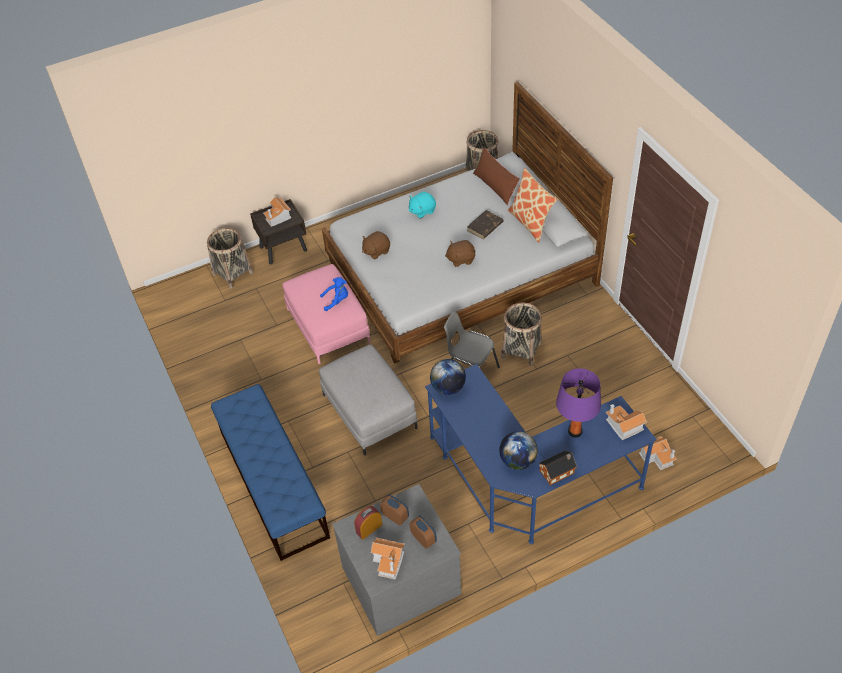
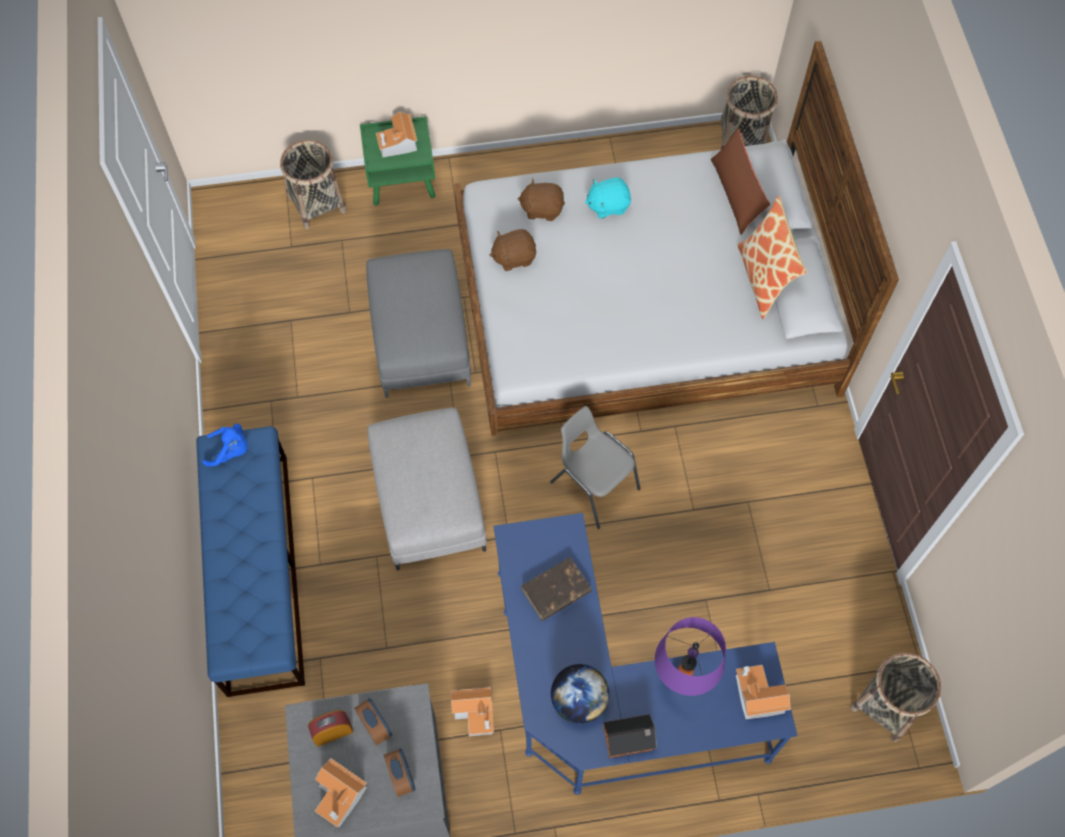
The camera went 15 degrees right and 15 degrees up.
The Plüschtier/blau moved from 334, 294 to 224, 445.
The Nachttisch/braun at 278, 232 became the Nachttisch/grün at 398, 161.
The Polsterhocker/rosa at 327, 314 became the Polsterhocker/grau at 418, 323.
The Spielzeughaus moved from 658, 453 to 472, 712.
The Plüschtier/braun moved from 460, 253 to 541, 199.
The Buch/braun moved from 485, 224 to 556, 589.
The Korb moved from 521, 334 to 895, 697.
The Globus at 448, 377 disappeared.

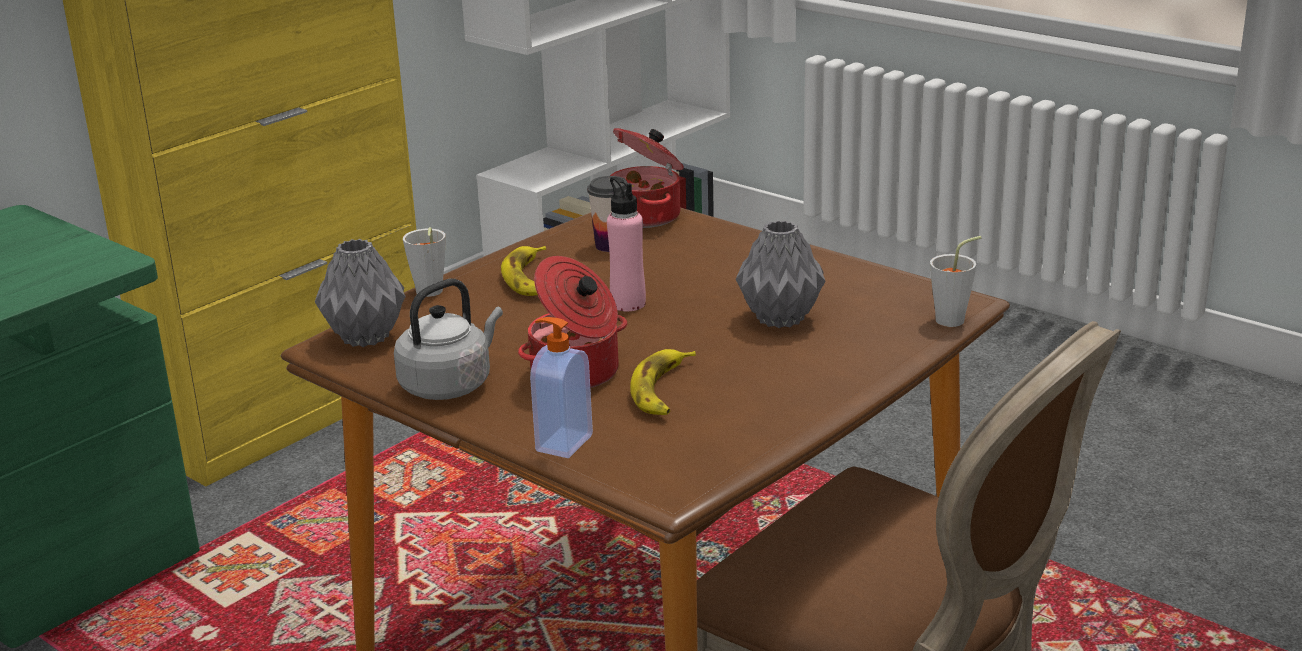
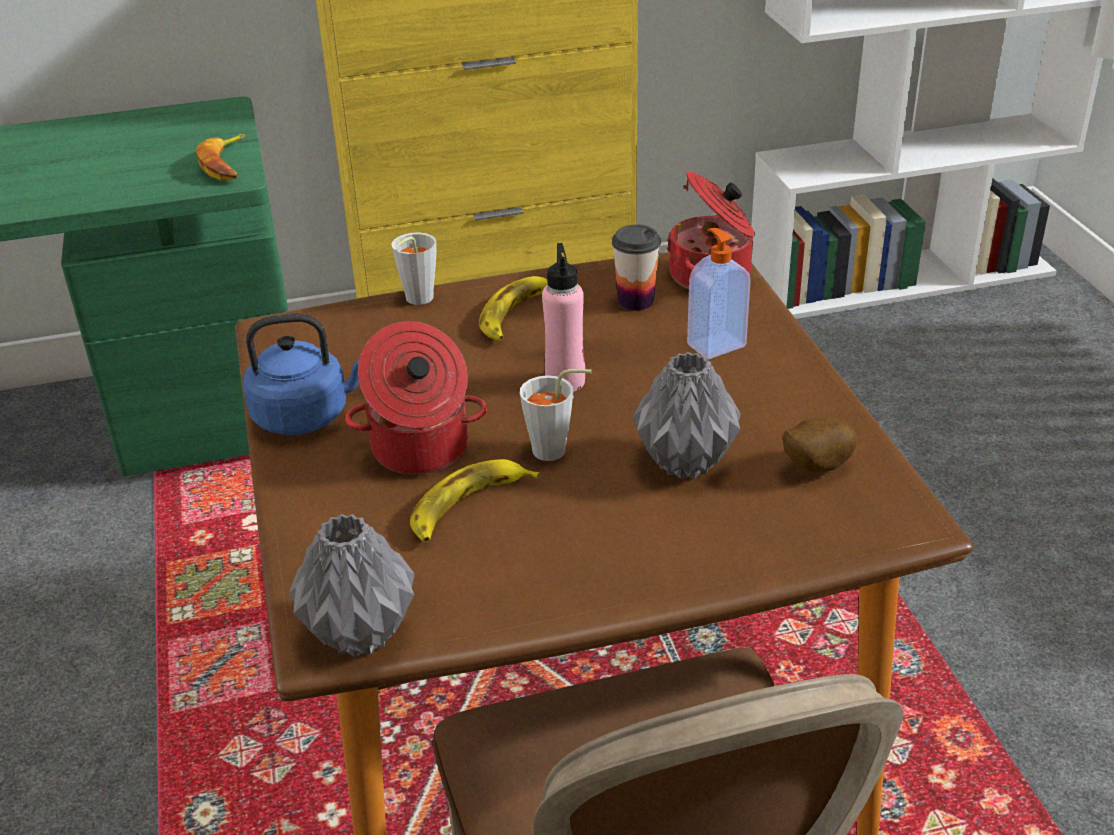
The camera went 35 degrees right and 10 degrees up.
The Banane at 220, 157 appeared.
The Wasserkessel/grau at 448, 339 became the Wasserkessel/blau at 301, 374.
The Vase/grau moved from 360, 293 to 352, 585.
The Tasse/grau moved from 956, 281 to 556, 415.
The Seifenspender moved from 561, 387 to 719, 294.
The Kartoffel at 820, 445 appeared.

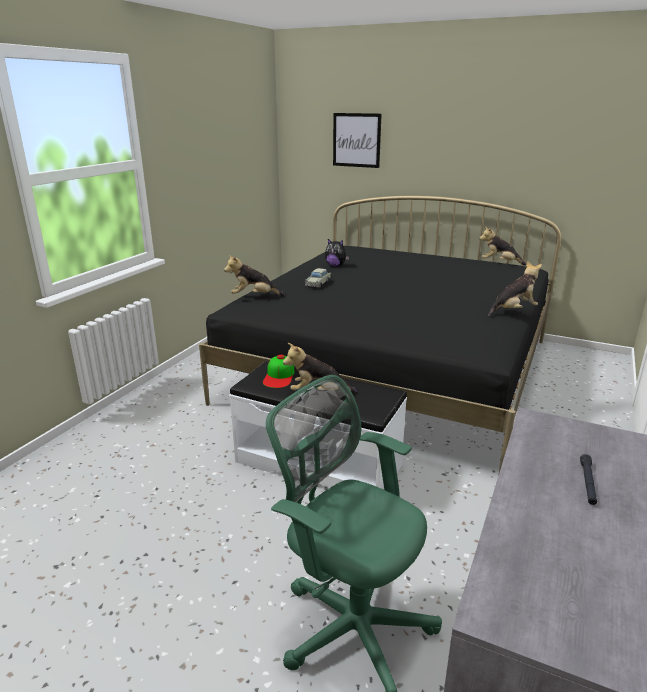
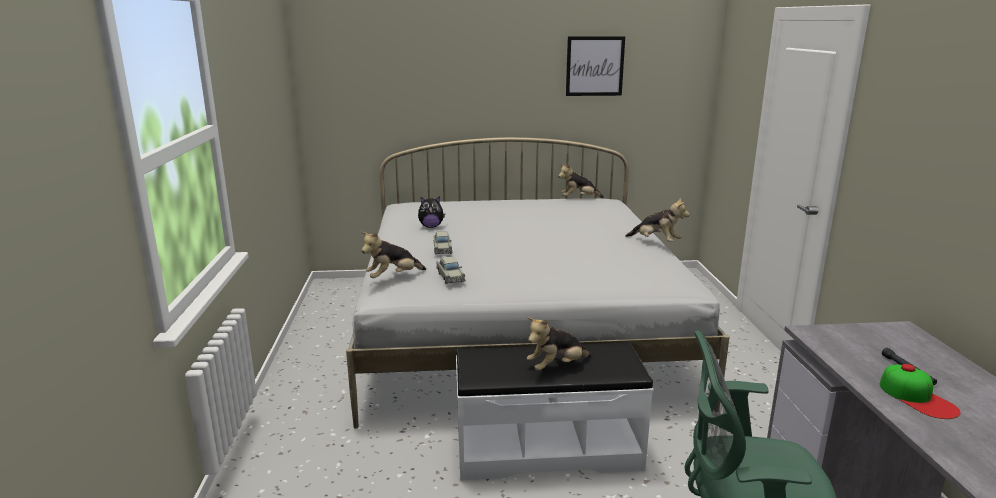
The camera went 30 degrees left and 5 degrees down.
The Bett/schwarz at 380, 334 became the Bett/weiß at 538, 283.
The Spielzeugauto/beige at 451, 270 appeared.
The Bild moved from 357, 140 to 595, 66.
The Plüschtier at 515, 288 turned 90 degrees clockwise.
The Kappe moved from 278, 371 to 920, 391.

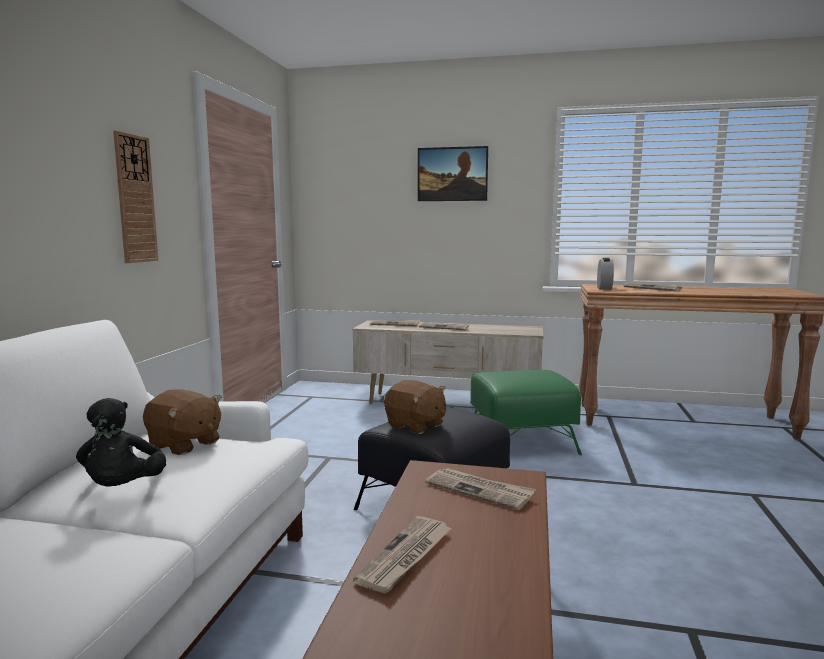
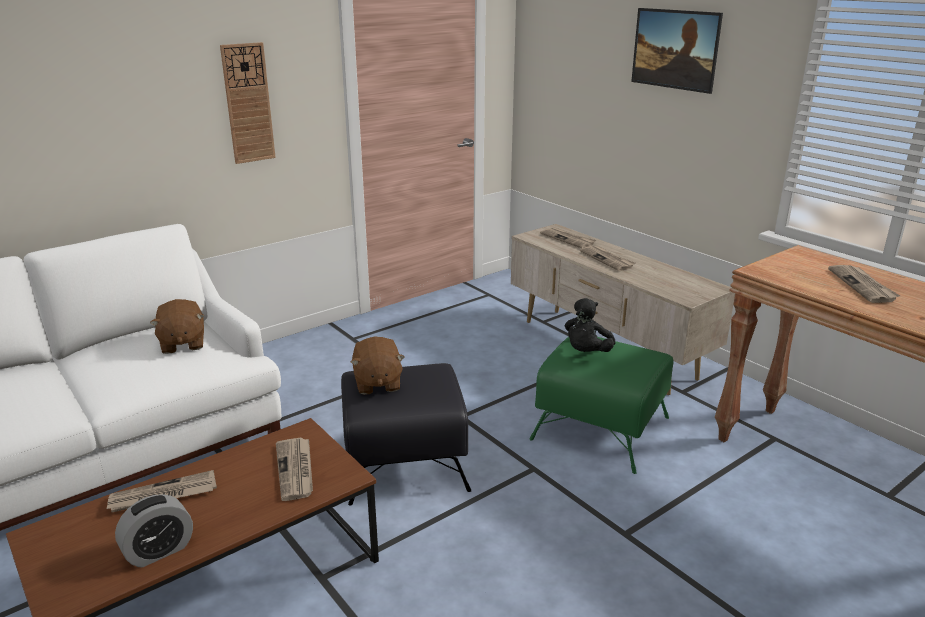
The camera went 40 degrees right and 15 degrees up.
The Wecker moved from 605, 274 to 154, 531.
The Plüschtier/schwarz moved from 121, 442 to 590, 325.

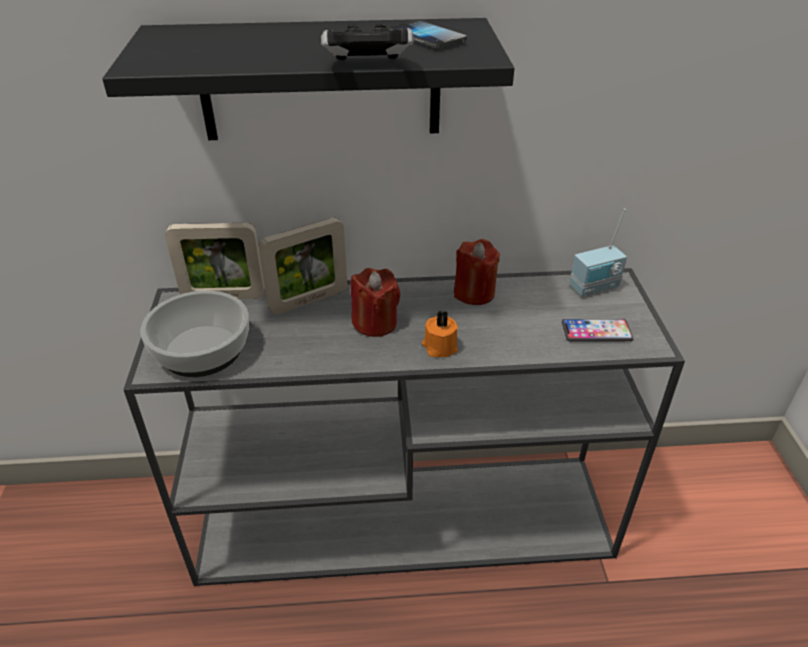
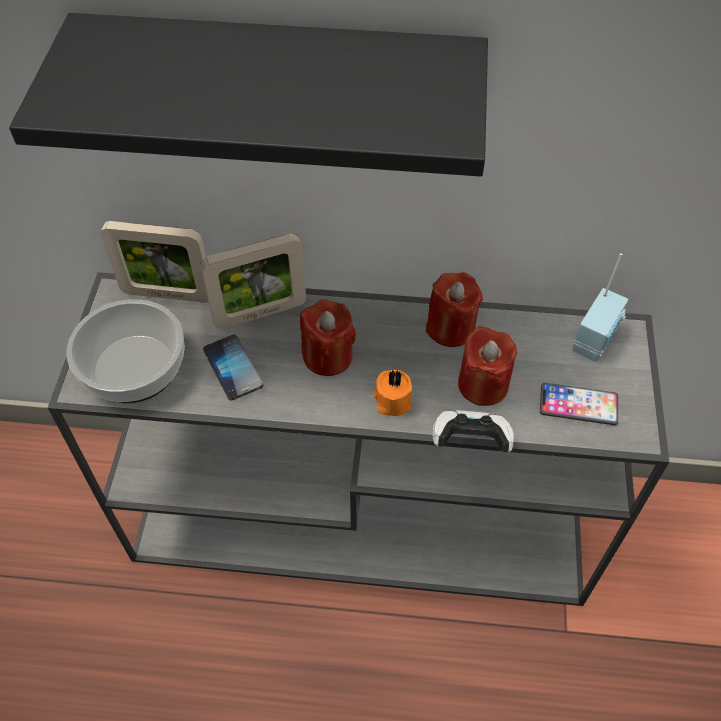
The camera went 10 degrees right and 15 degrees up.
The Handy moved from 428, 34 to 233, 368.
The Gamepad moved from 367, 42 to 473, 431.
The Kerze/rot at 487, 366 appeared.
The Radio at 598, 252 turned 45 degrees counterclockwise.

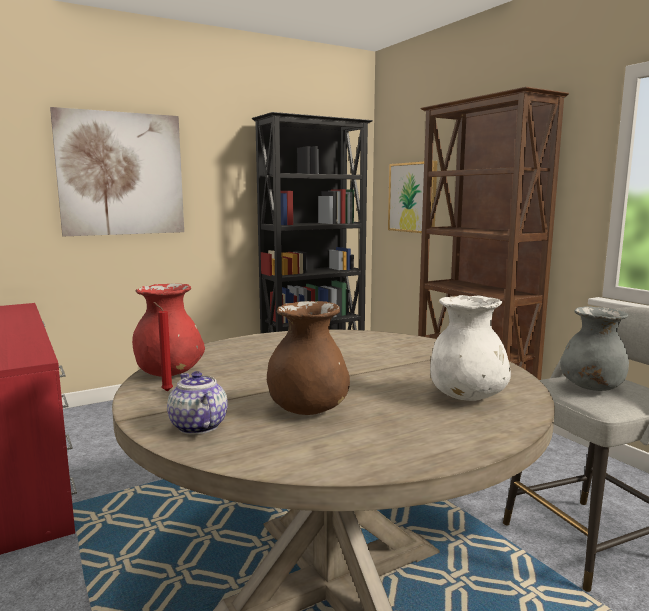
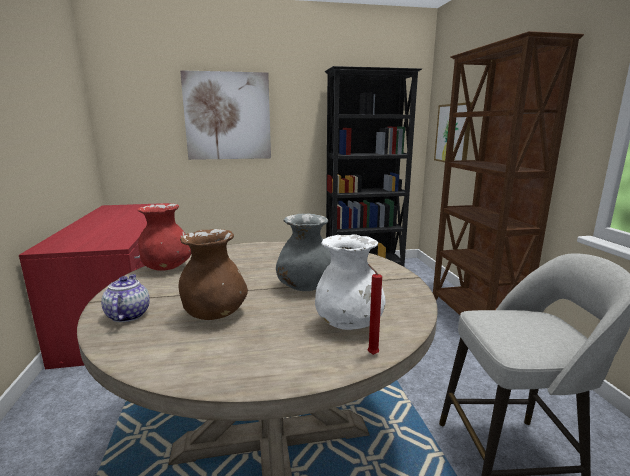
The camera went 20 degrees right and 5 degrees up.
The Vase/grau moved from 594, 348 to 303, 252.
The Kerze/rot moved from 163, 347 to 375, 309.

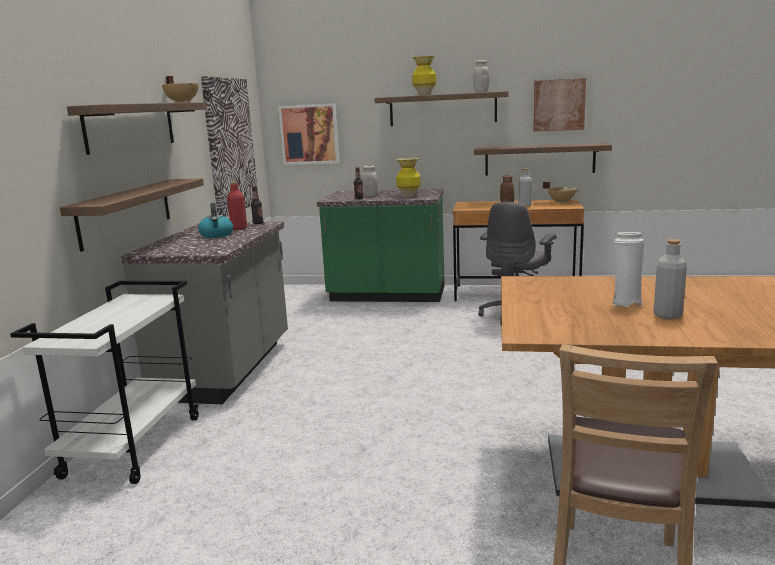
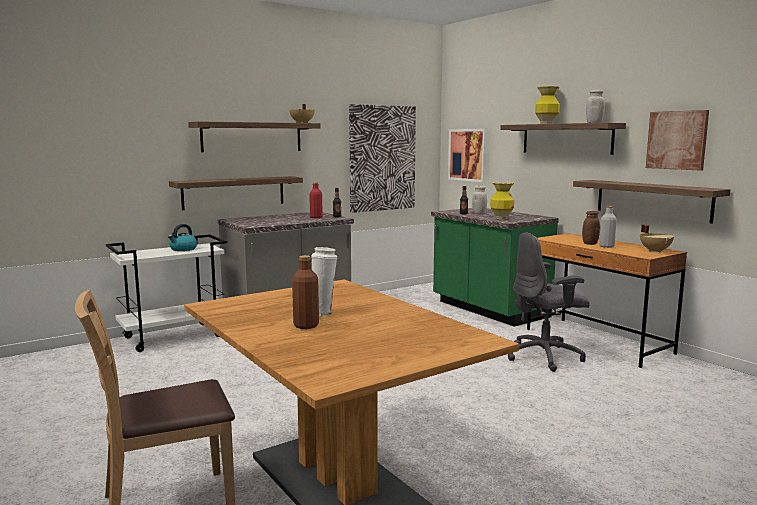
The camera went 45 degrees right and 5 degrees down.
The Wasserkessel moved from 215, 220 to 182, 237.
The Flasche/grau at 670, 279 became the Flasche/braun at 305, 292.

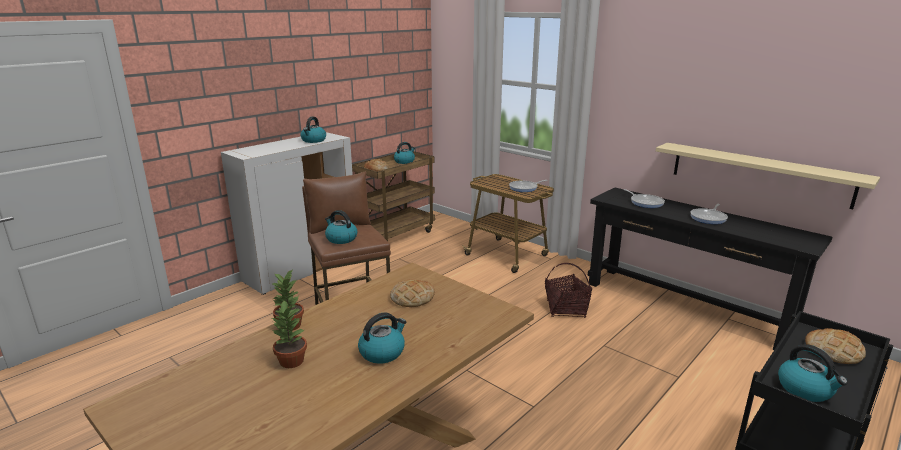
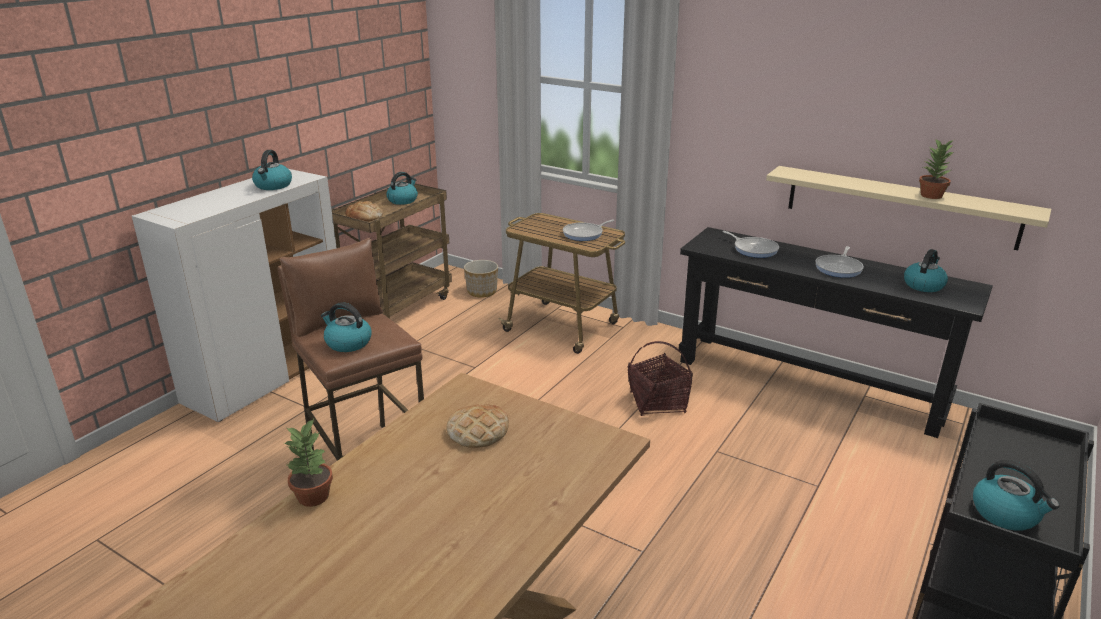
The camera went 10 degrees left and 5 degrees up.
The Pflanzkübel at 481, 279 appeared.
The Wasserkessel moved from 382, 338 to 926, 270.
The Topfpflanze moved from 289, 334 to 936, 169.
The Brot at 835, 346 disappeared.

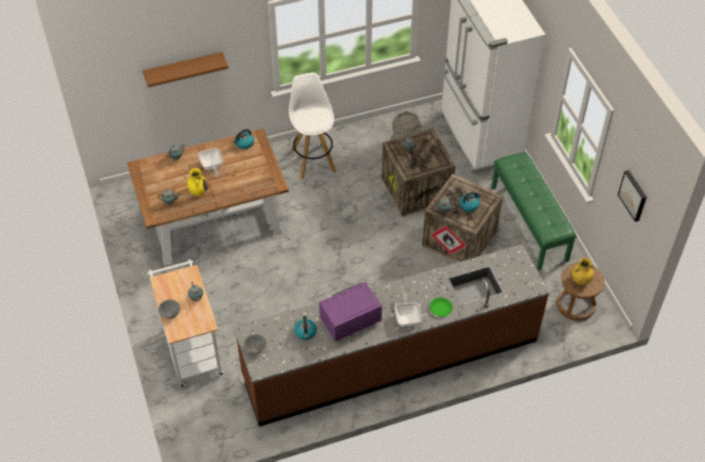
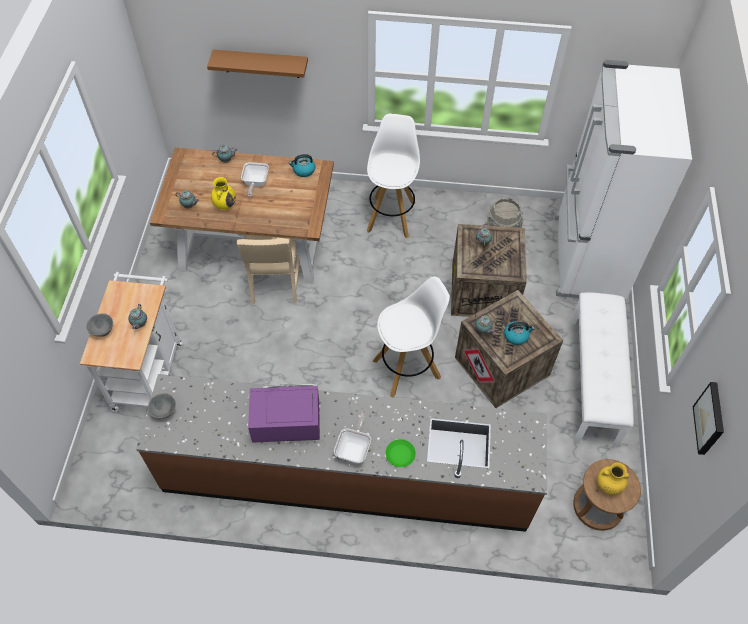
The camera went 25 degrees right and 5 degrees up.
The Stuhl/beige at 268, 269 appeared.
The Hocker/weiß at 411, 337 appeared.
The Bank/grün at 534, 211 became the Bank/weiß at 602, 369.
The Wasserkessel at 305, 328 disappeared.

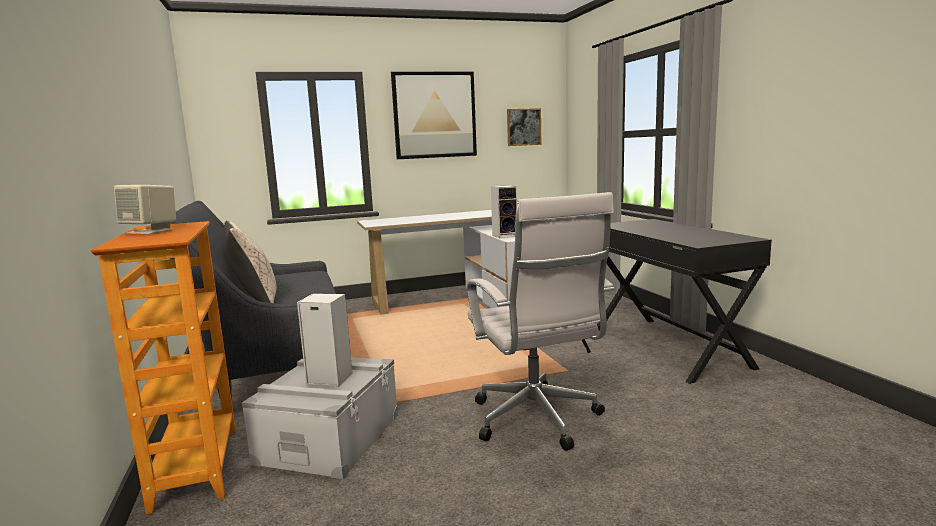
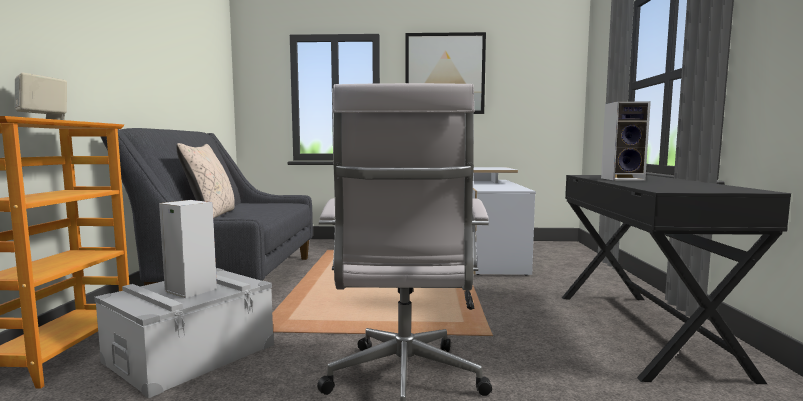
The camera went 20 degrees right and 5 degrees down.
The Lautsprecher moved from 504, 211 to 626, 141.
The Bild at 524, 127 disappeared.

